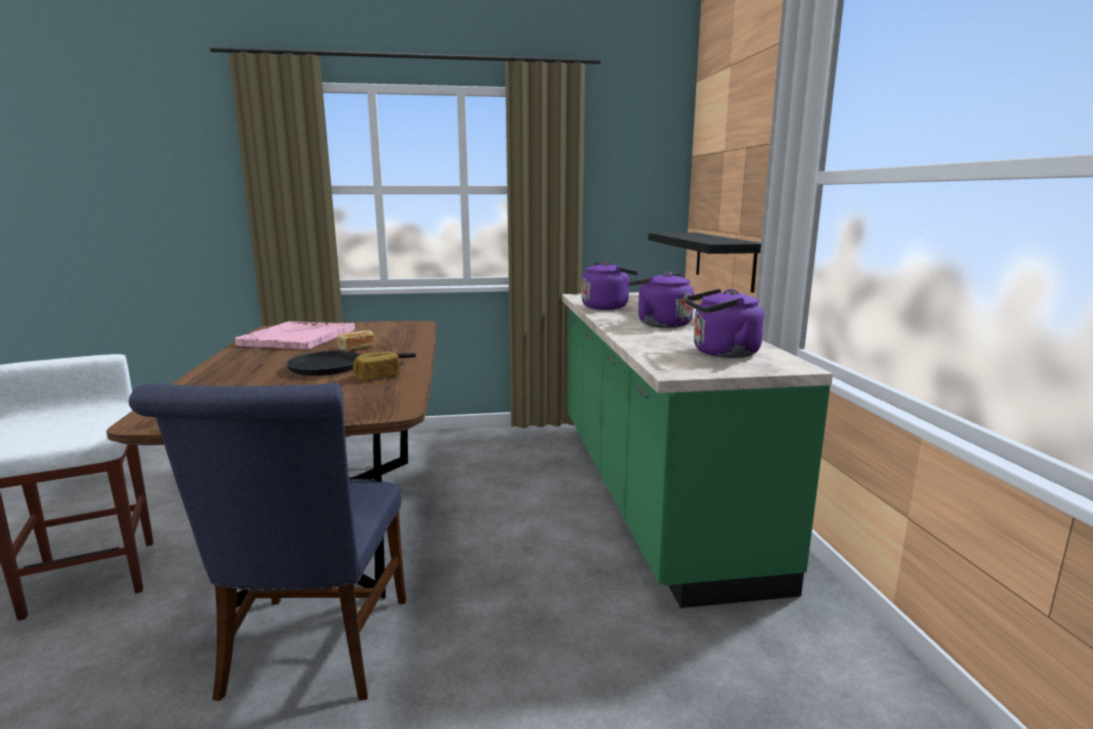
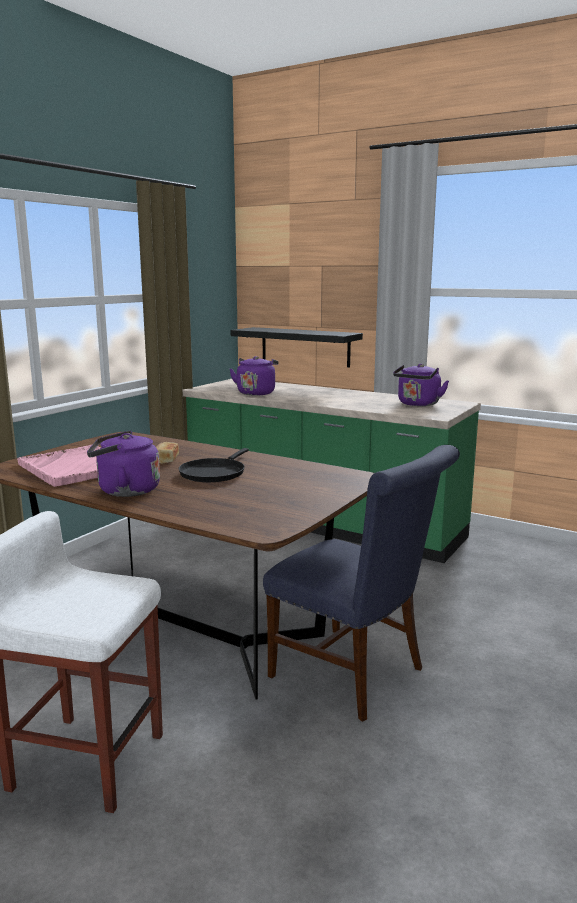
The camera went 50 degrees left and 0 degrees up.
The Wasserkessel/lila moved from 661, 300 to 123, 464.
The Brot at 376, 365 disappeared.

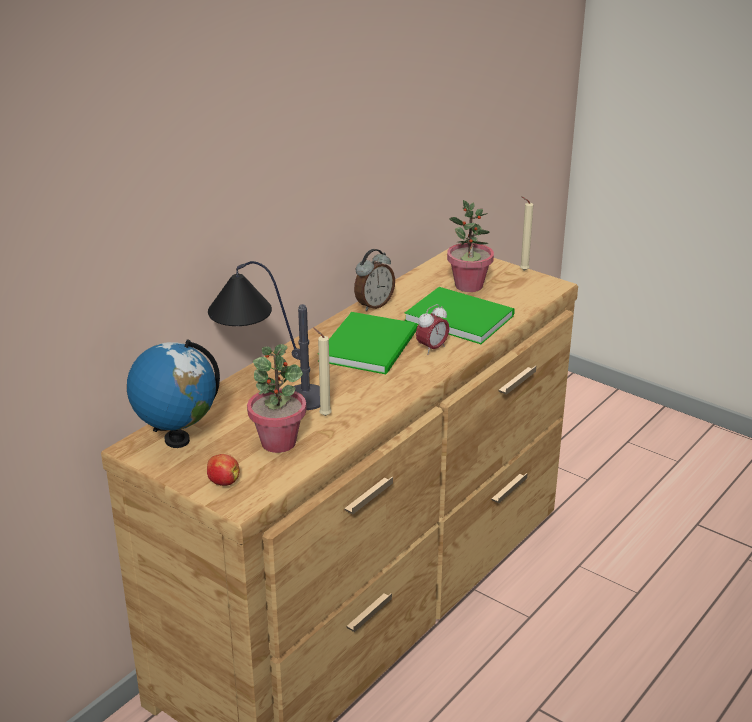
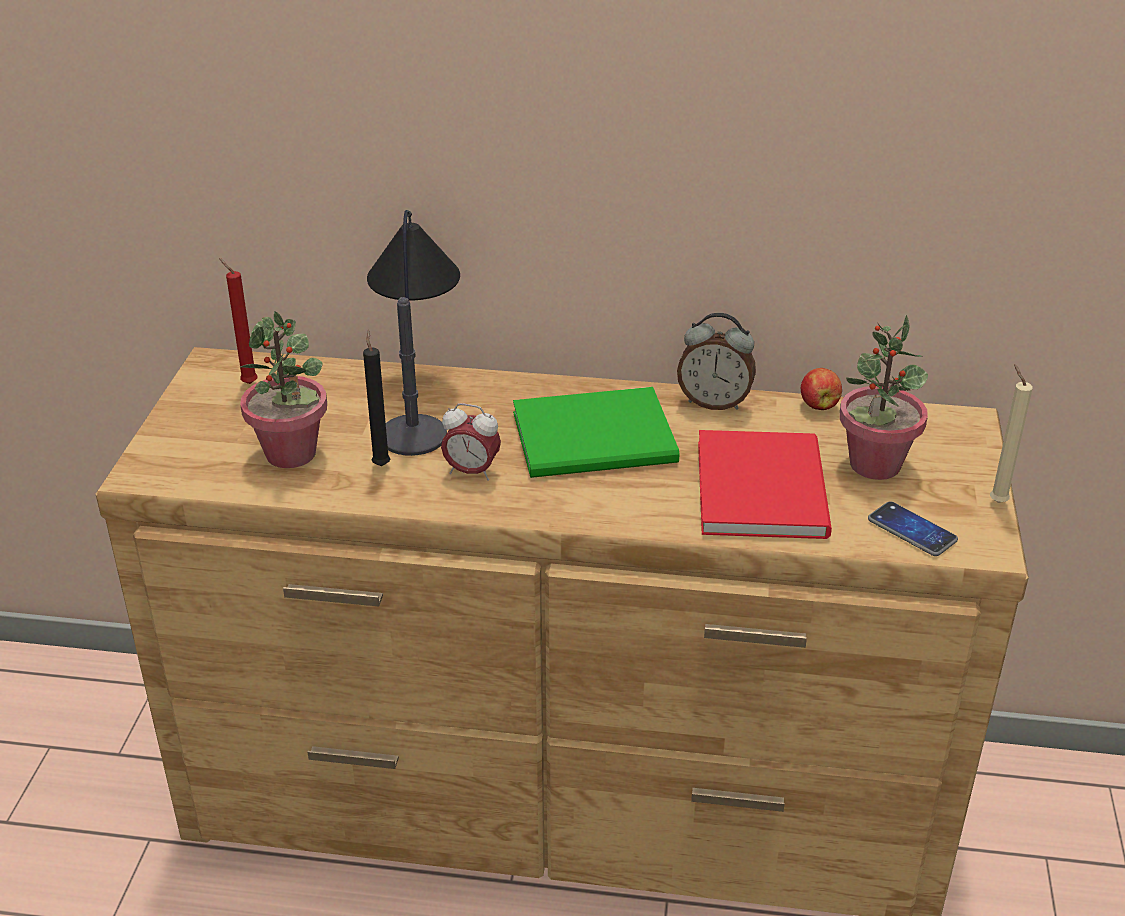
The camera went 60 degrees right and 5 degrees up.
The Globus at 173, 394 was replaced by the Kerze/rot at 238, 321.
The Kerze/beige at 322, 371 became the Kerze/schwarz at 376, 398.
The Wecker moved from 432, 329 to 471, 442.
The Buch/grün at 459, 315 became the Buch/rot at 765, 484.
The Apfel moved from 223, 470 to 821, 389.
The Handy at 913, 529 appeared.

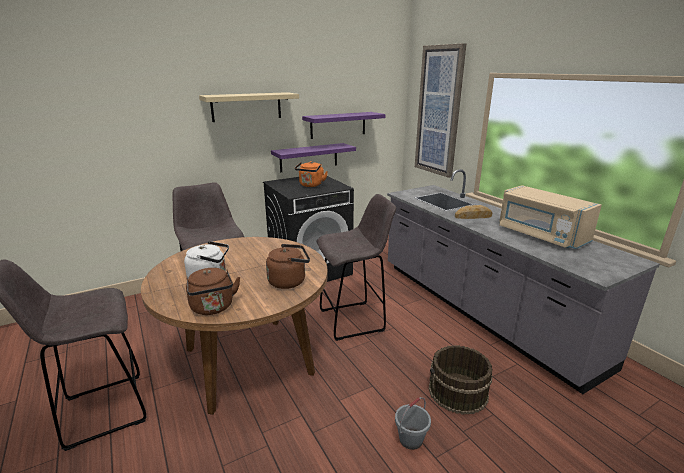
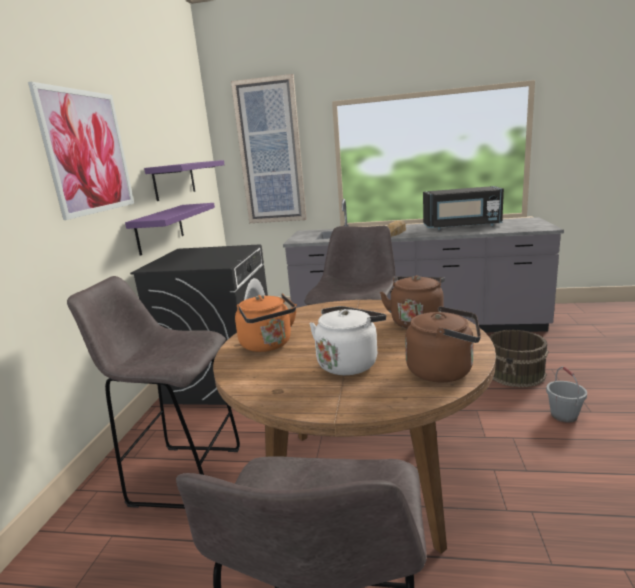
The camera went 50 degrees left and 5 degrees down.
The Wandregal/beige at 249, 107 was replaced by the Bild at 81, 151.
The Wasserkessel/orange moved from 311, 174 to 266, 322.
The Mikrowelle/beige at 550, 217 became the Mikrowelle/schwarz at 463, 208.

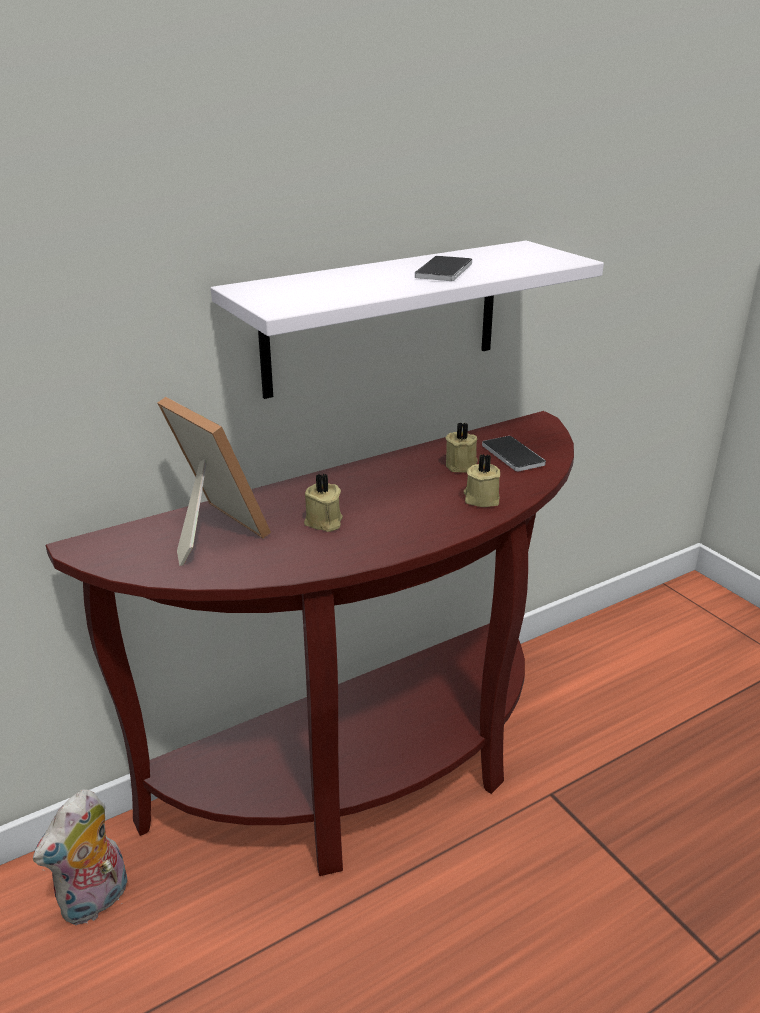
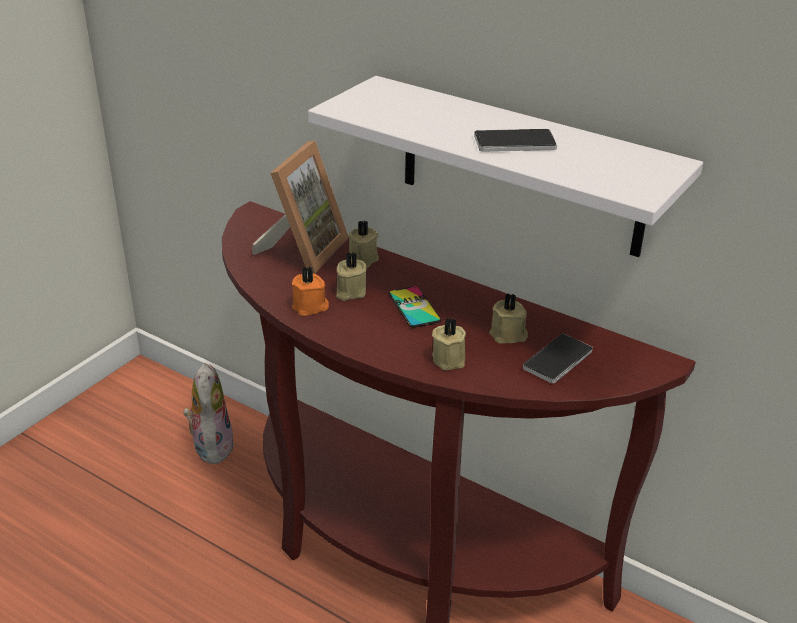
The camera went 65 degrees right and 5 degrees up.
The Plüschtier at 80, 857 turned 75 degrees clockwise.
The Kerze/orange at 310, 291 appeared.
The Kerze/beige at 364, 244 appeared.
The Handy at 414, 307 appeared.

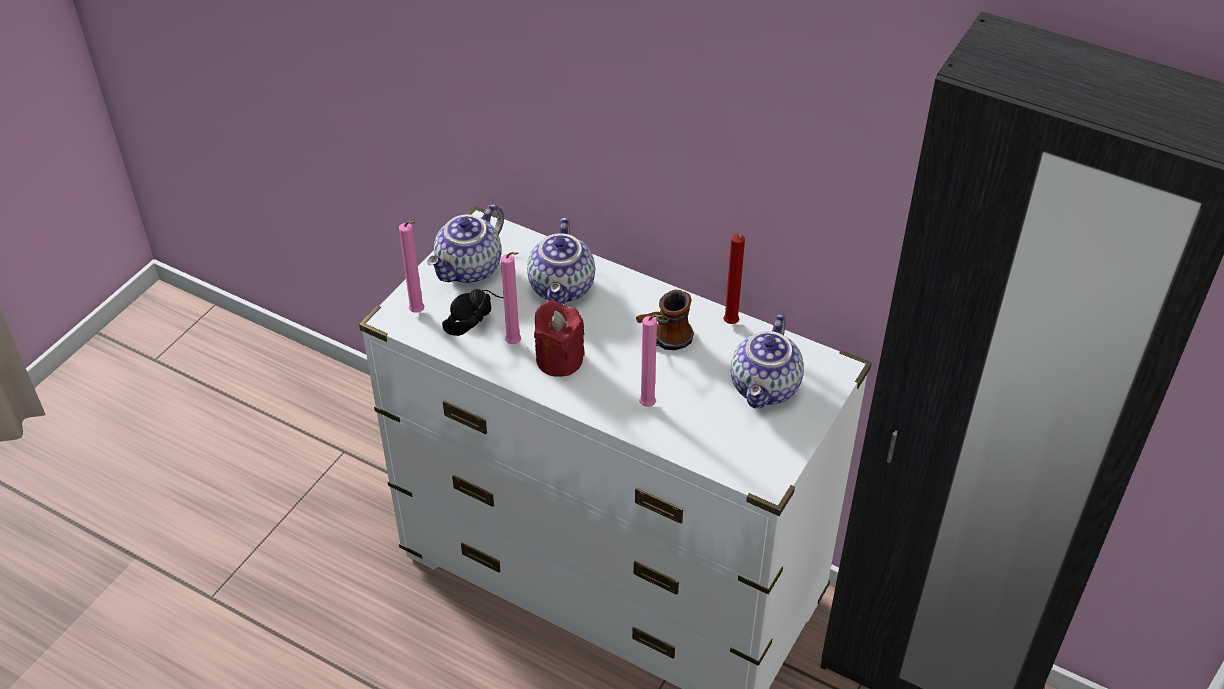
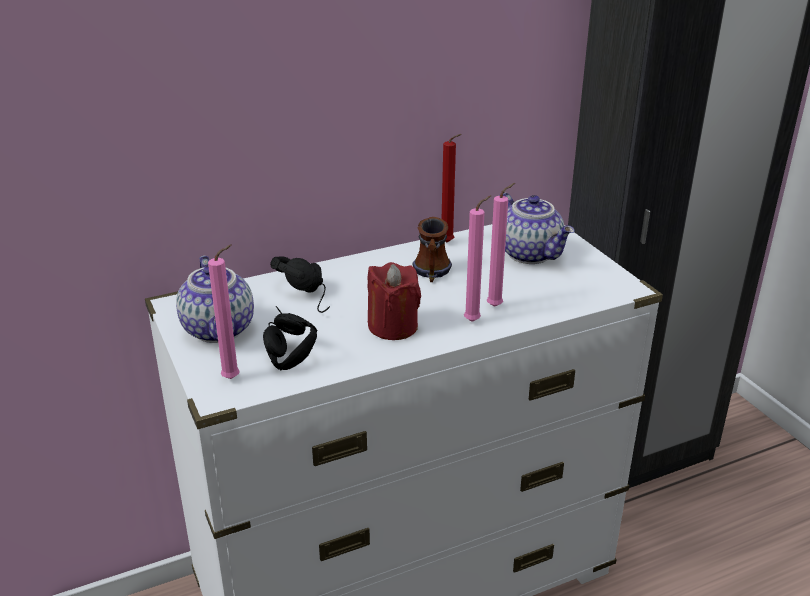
The camera went 55 degrees left and 15 degrees down.
The Teekanne at 561, 261 was replaced by the Kopfhörer/schwarz at 300, 284.
The Kerze/rosa moved from 511, 298 to 478, 258.

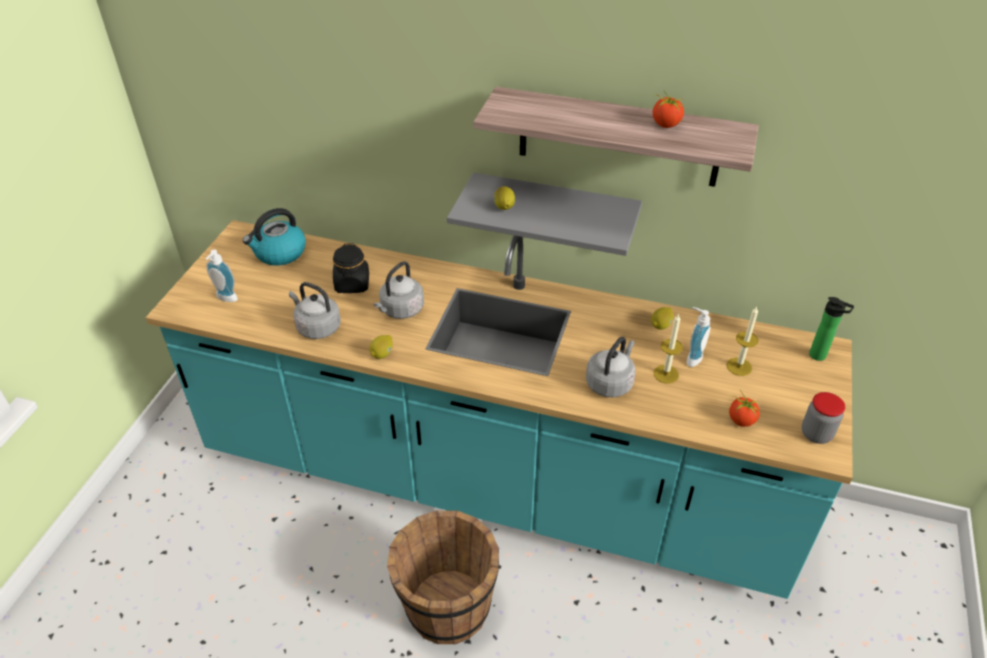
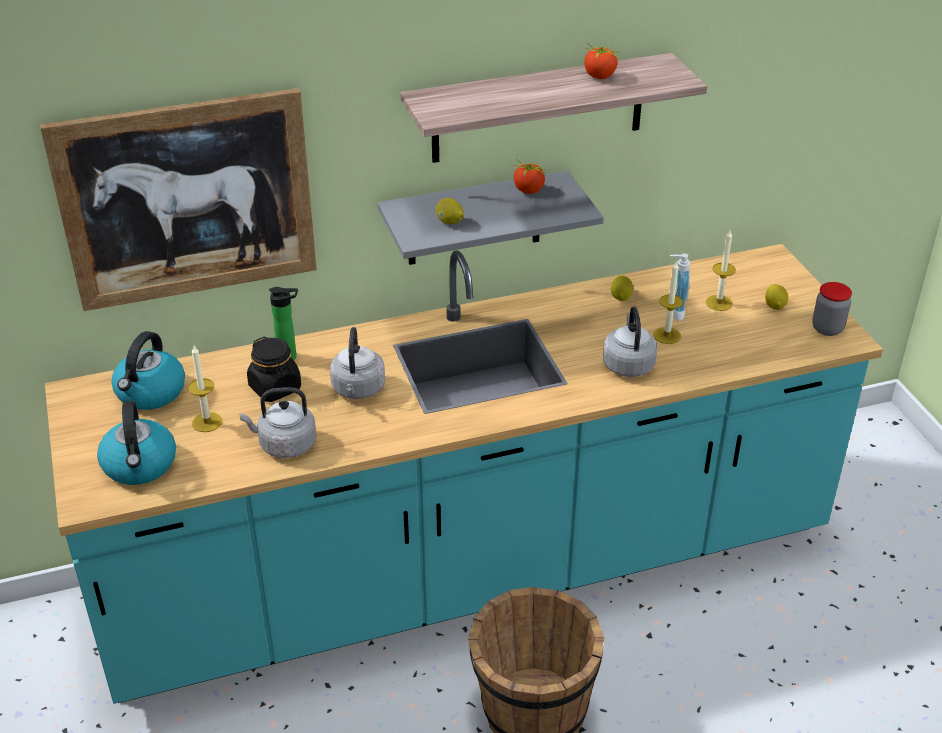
The camera went 35 degrees left and 5 degrees down.
The Bild at 178, 199 appeared.
The Seifenspender at 222, 275 was replaced by the Wasserkessel at 136, 443.
The Kerze at 205, 389 appeared.
The Flasche moved from 831, 329 to 283, 323.
The Tomate moved from 744, 408 to 529, 177.
The Zitrone moved from 381, 347 to 776, 297.

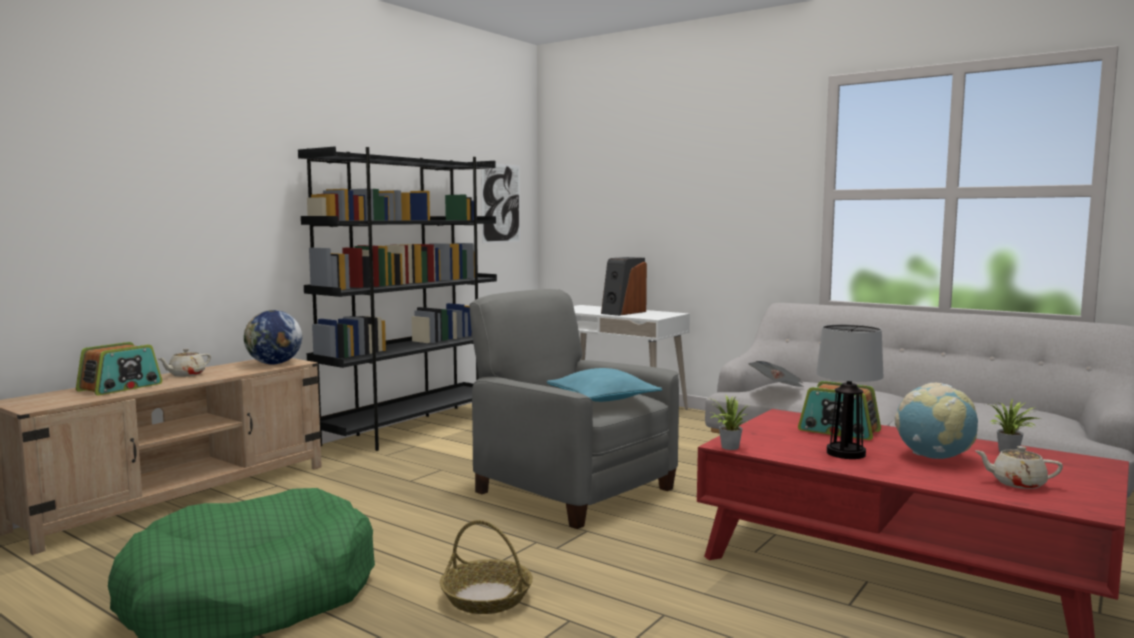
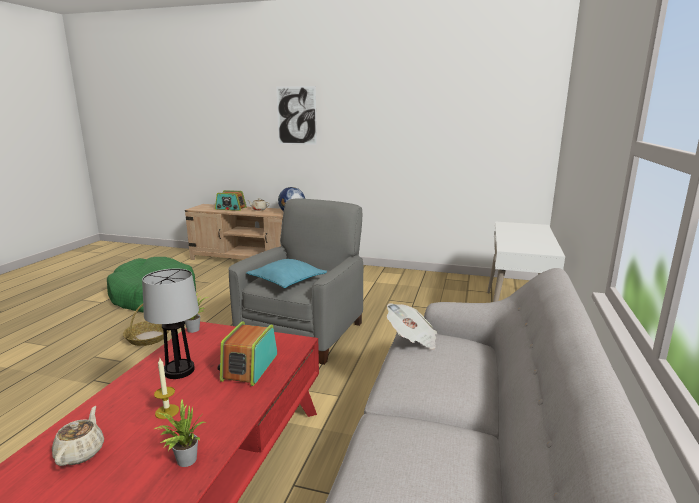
The camera went 70 degrees right and 10 degrees up.
The Globus at 936, 421 was replaced by the Kerze at 166, 388.
The Bild moved from 500, 203 to 296, 115.
The Bücherregal/schwarz at 397, 299 disappeared.
The Lautsprecher at 624, 286 disappeared.

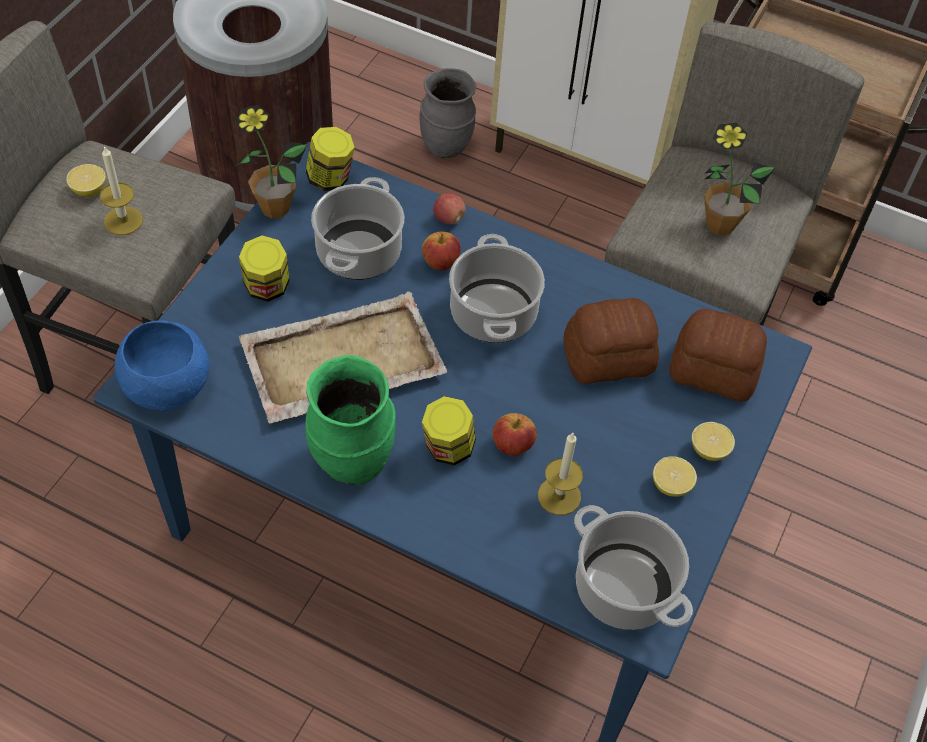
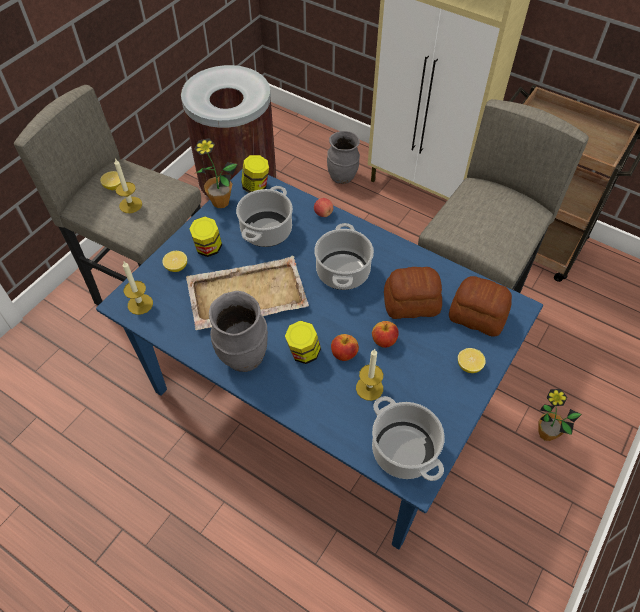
The camera went 10 degrees right and 0 degrees up.
The Schüssel/blau at 162, 366 was replaced by the Kerze at 138, 288.
The Zitrone moved from 675, 476 to 175, 261.
The Vase/grün at 350, 420 became the Vase/grau at 238, 331.
The Apfel moved from 441, 251 to 385, 334.
The Topfpflanze moved from 739, 178 to 560, 415.

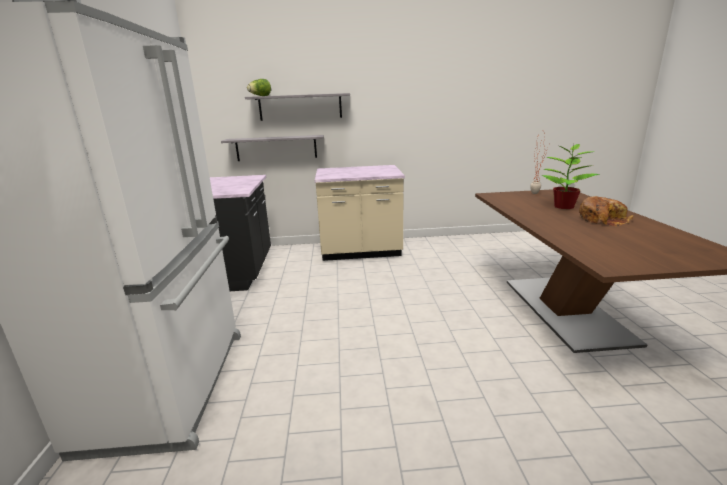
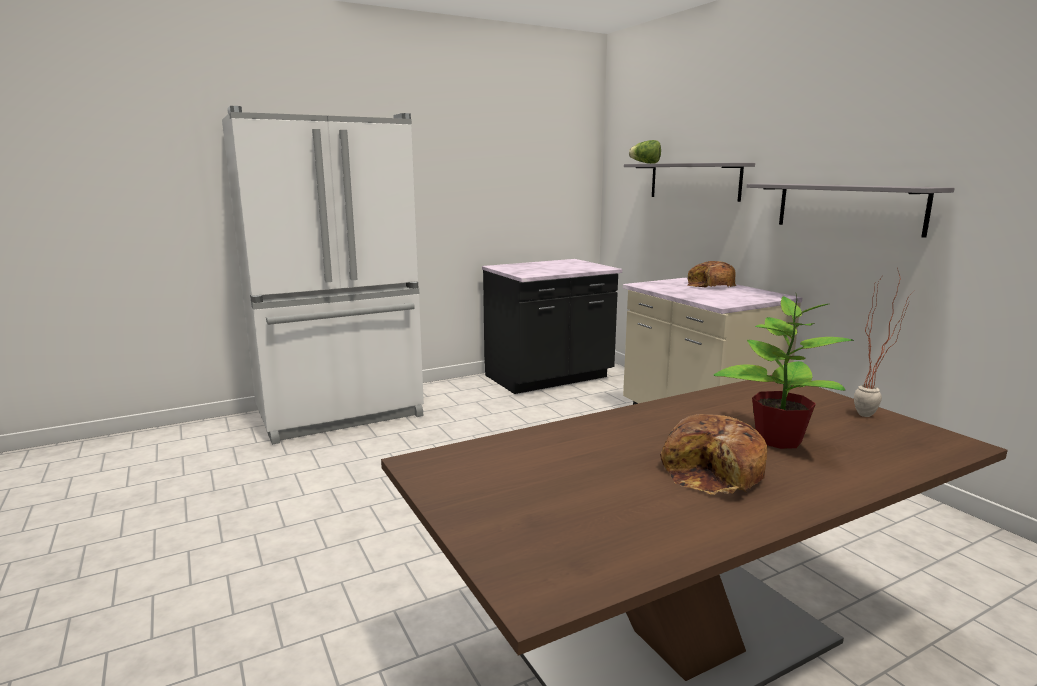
The camera went 65 degrees right and 5 degrees down.
The Brot at 712, 274 appeared.
The Wandregal/grau moved from 272, 148 to 851, 210.

